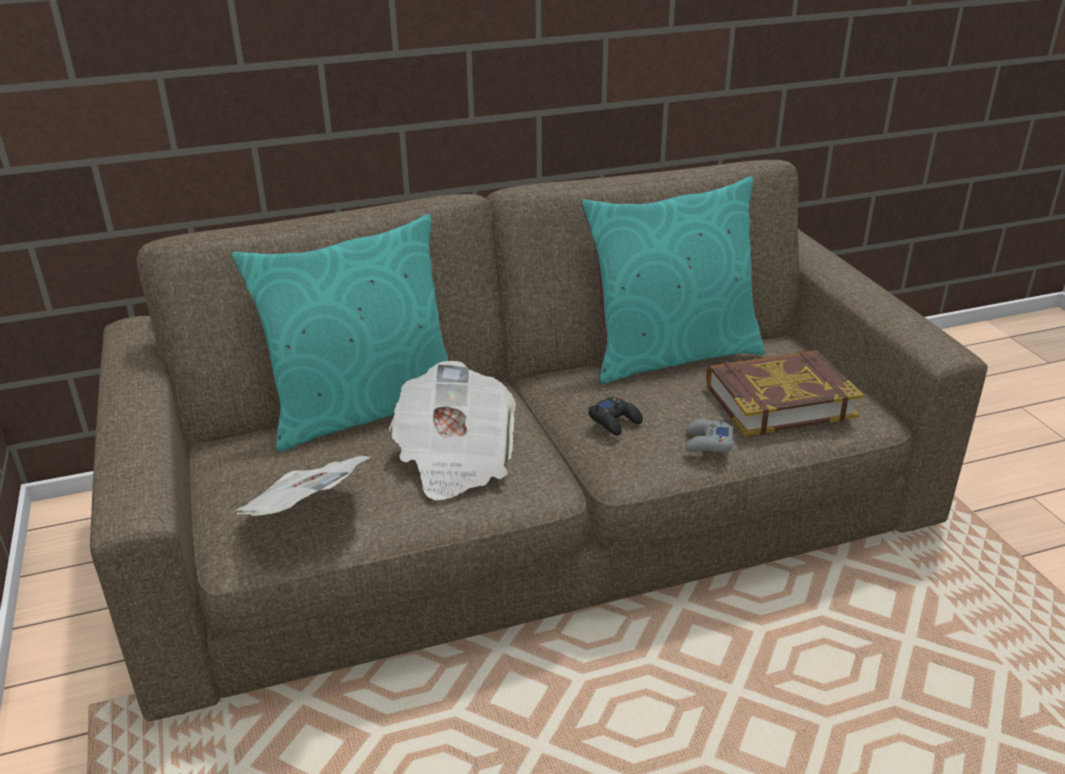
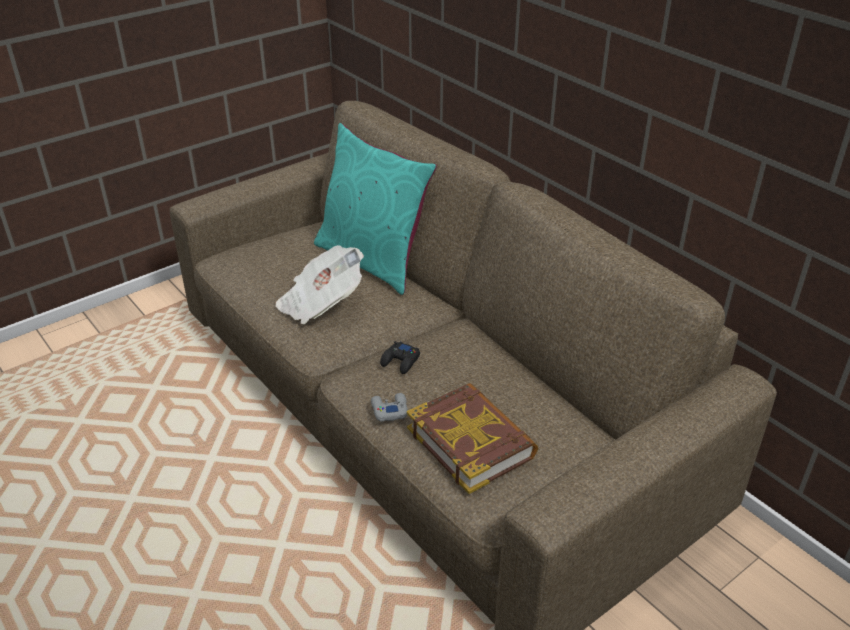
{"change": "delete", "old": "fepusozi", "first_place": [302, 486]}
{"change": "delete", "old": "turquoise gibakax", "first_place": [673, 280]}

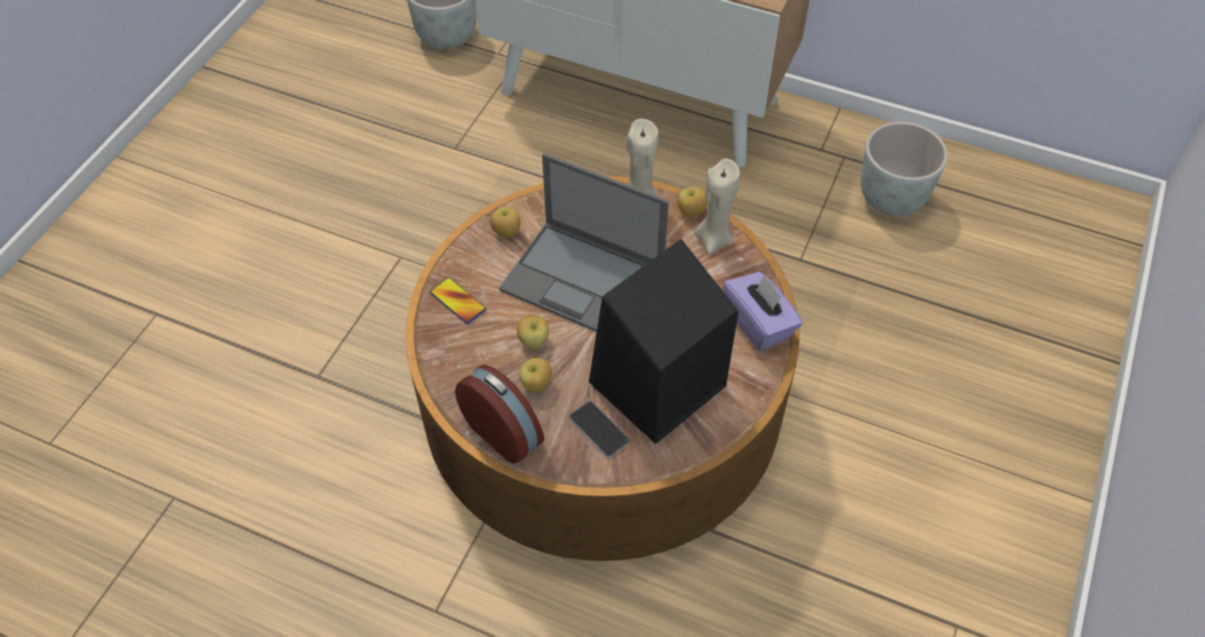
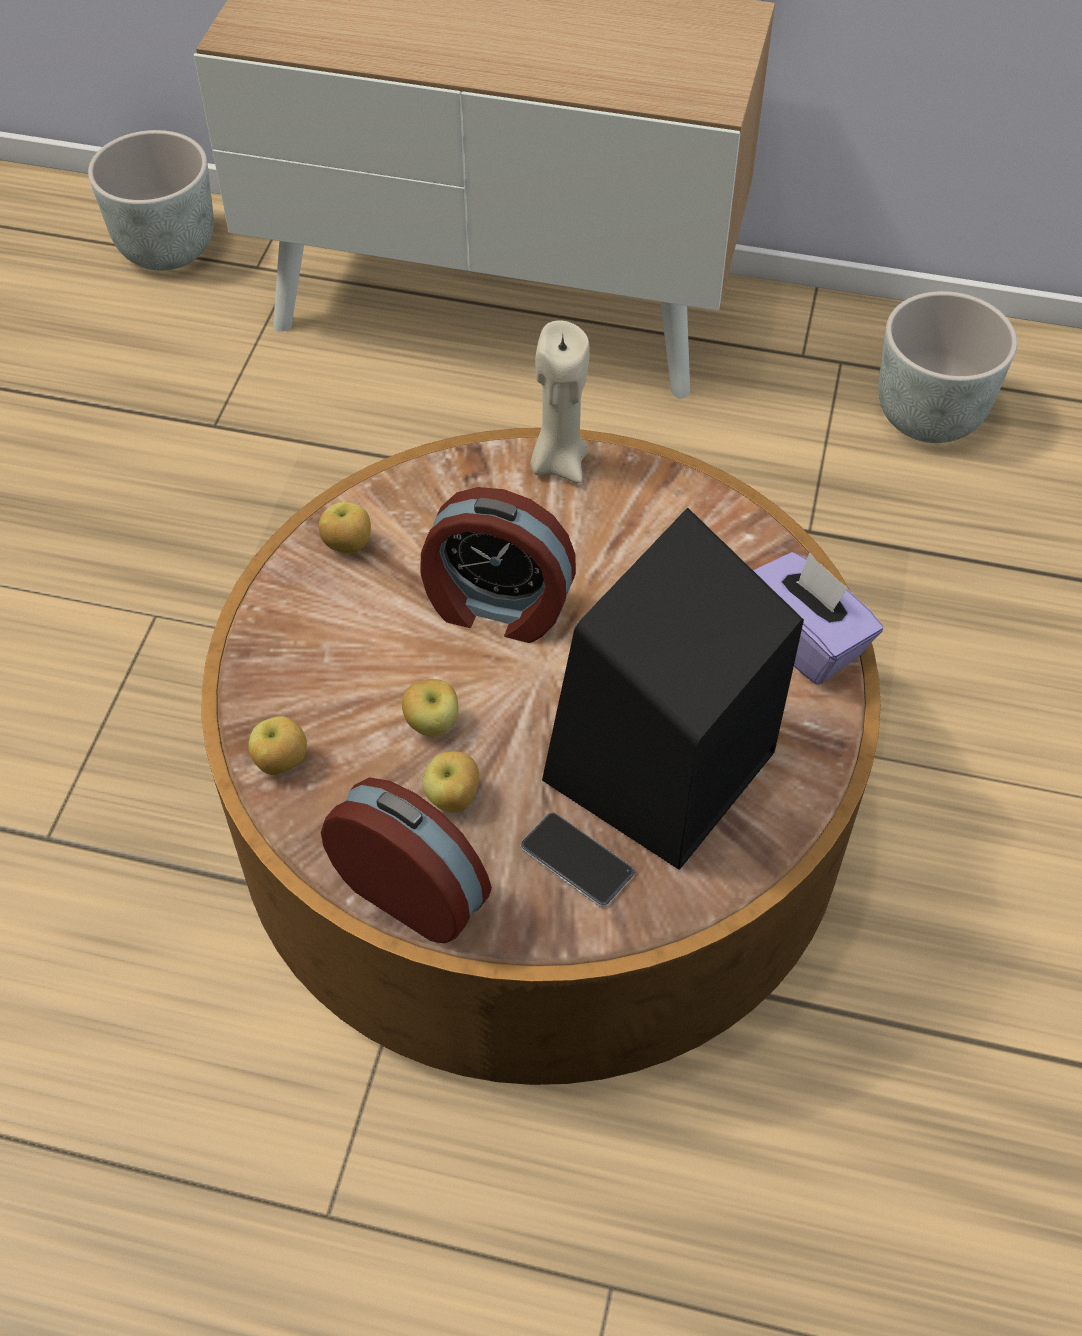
{"change": "delete", "old": "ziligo", "first_place": [458, 300]}
{"change": "replace", "old": "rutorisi", "new": "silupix", "first_place": [584, 242], "second_place": [498, 565]}
{"change": "move", "old": "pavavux", "first_place": [693, 202], "second_place": [277, 745]}
{"change": "delete", "old": "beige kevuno", "first_place": [717, 206]}

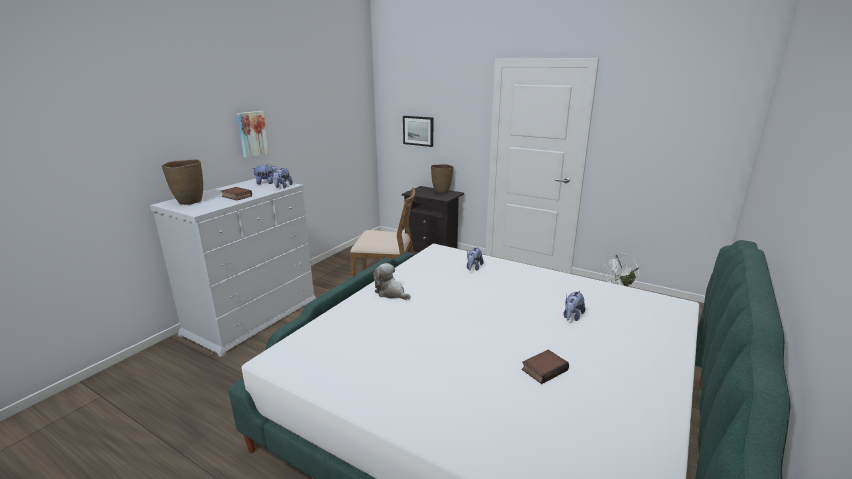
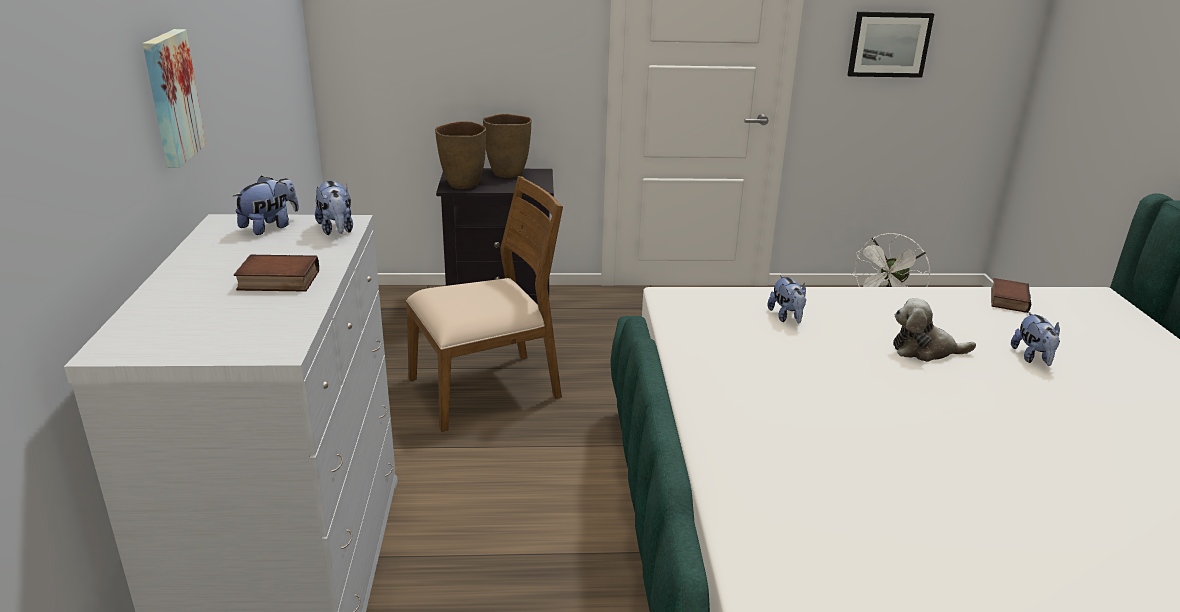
{"change": "move", "old": "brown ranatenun", "first_place": [182, 182], "second_place": [460, 155]}
{"change": "move", "old": "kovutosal", "first_place": [392, 281], "second_place": [934, 330]}
{"change": "move", "old": "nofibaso", "first_place": [418, 131], "second_place": [891, 45]}
{"change": "move", "old": "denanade", "first_place": [545, 367], "second_place": [1011, 295]}

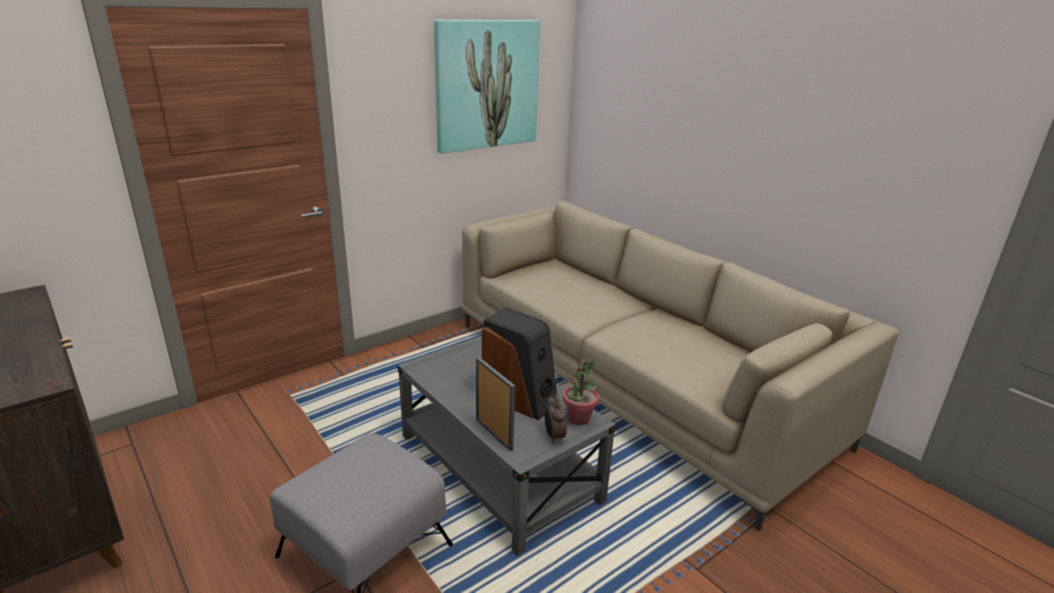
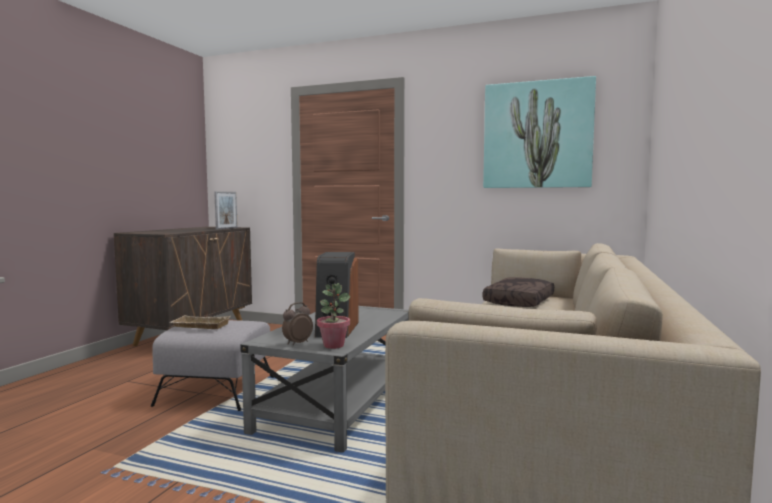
{"change": "move", "old": "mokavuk", "first_place": [495, 404], "second_place": [226, 210]}
{"change": "insert", "new": "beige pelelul", "second_place": [200, 322]}
{"change": "insert", "new": "brown gibakax", "second_place": [518, 292]}

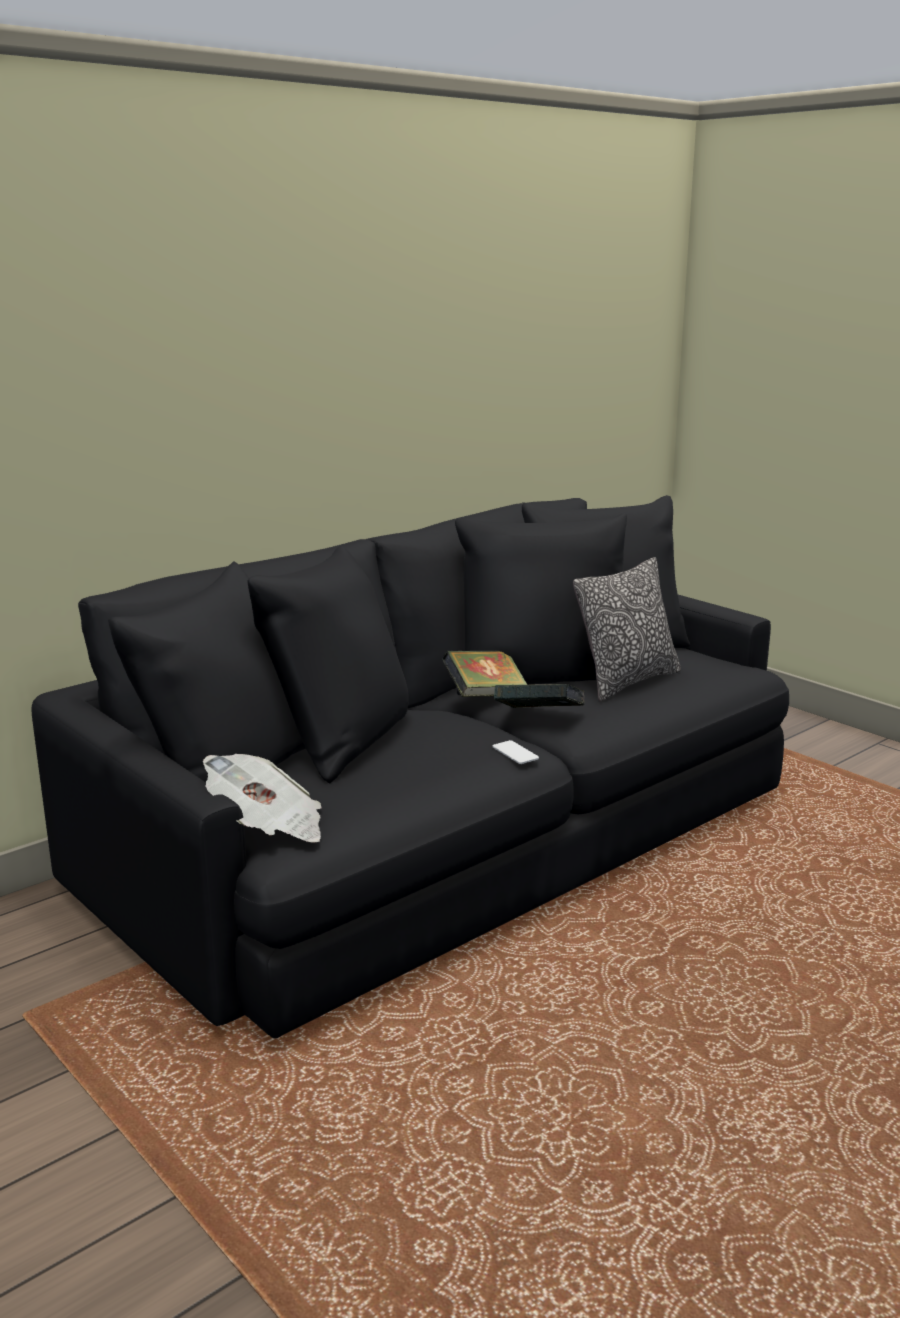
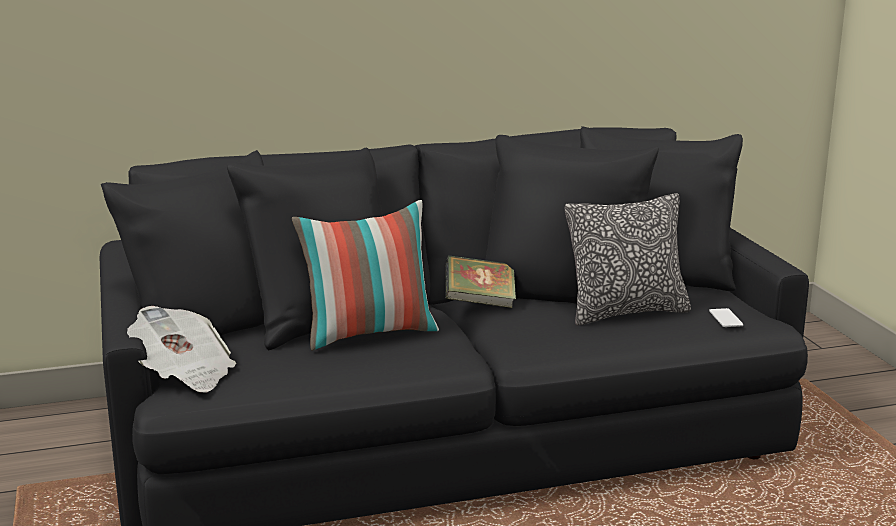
{"change": "move", "old": "ziligo", "first_place": [515, 752], "second_place": [726, 317]}
{"change": "delete", "old": "denanade", "first_place": [539, 696]}
{"change": "insert", "new": "gibakax", "second_place": [365, 275]}

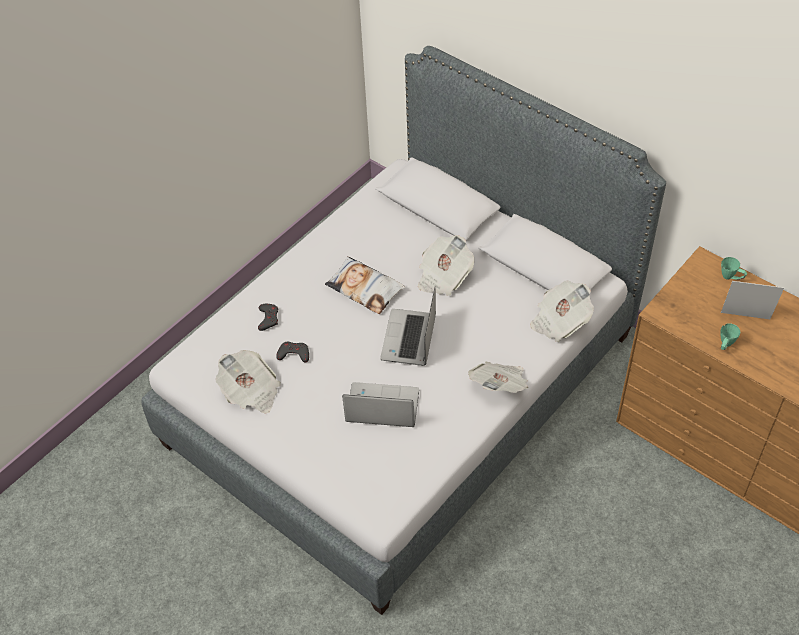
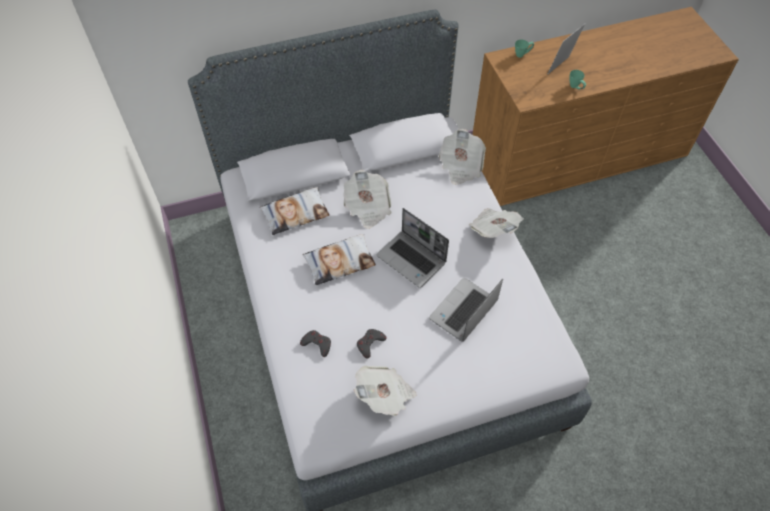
{"change": "insert", "new": "gibakax", "second_place": [295, 211]}

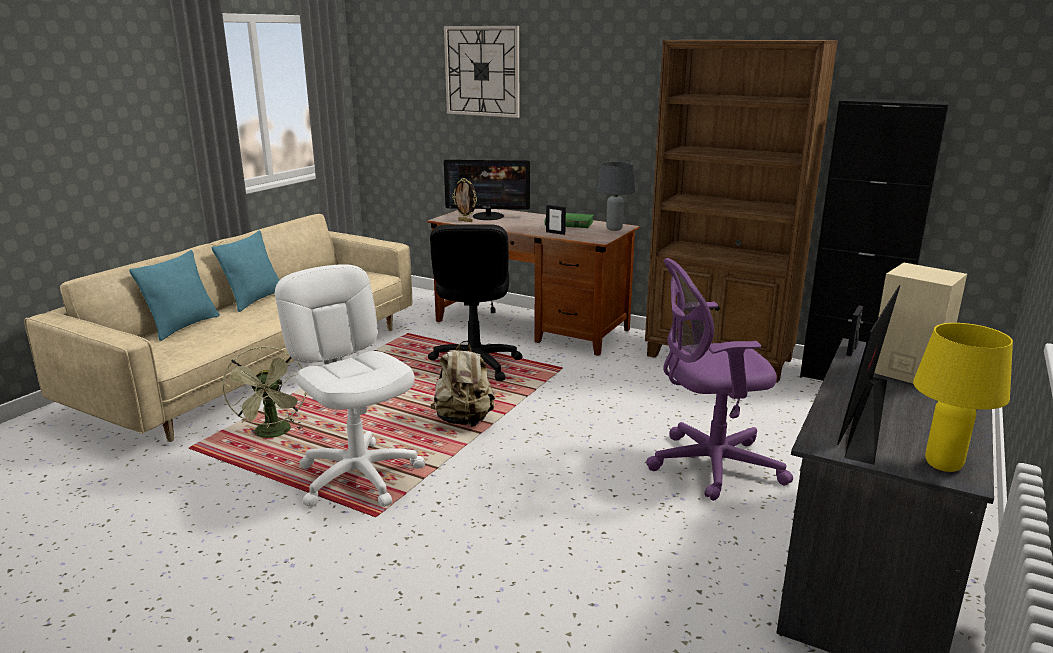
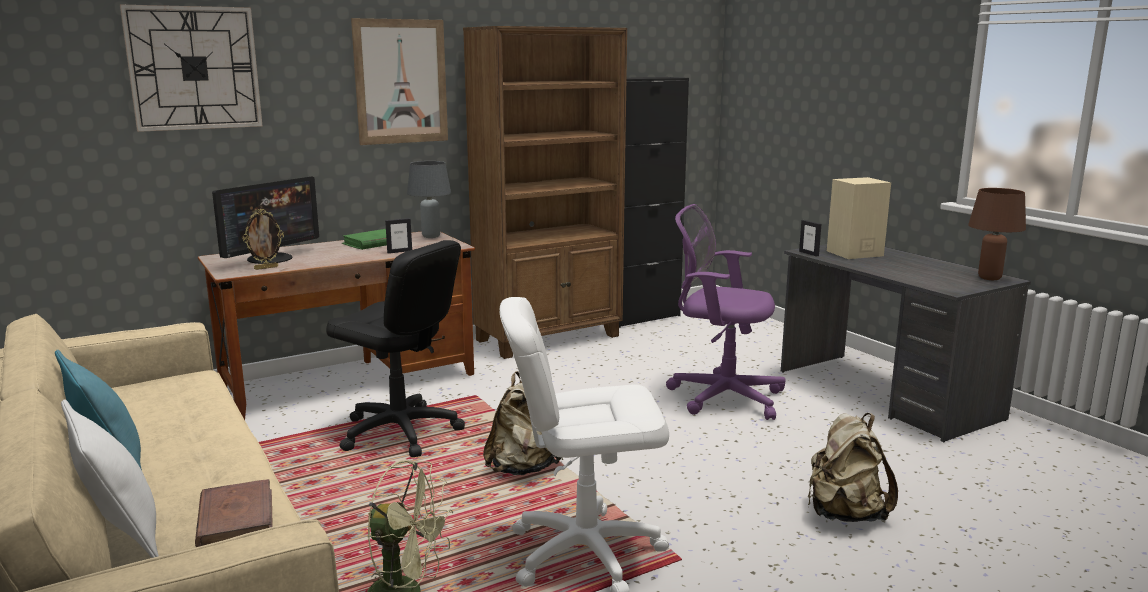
{"change": "recolor", "old": "turquoise gibakax", "new": "white gibakax", "first_place": [174, 295], "second_place": [110, 478]}
{"change": "rotate", "old": "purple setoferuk", "first_place": [719, 379], "second_place": [726, 312], "degrees": 90}
{"change": "delete", "old": "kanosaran", "first_place": [868, 375]}
{"change": "recolor", "old": "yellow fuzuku", "new": "brown fuzuku", "first_place": [963, 397], "second_place": [997, 234]}
{"change": "insert", "new": "brown denanade", "second_place": [234, 513]}
{"change": "insert", "new": "nofibaso", "second_place": [399, 81]}
{"change": "insert", "new": "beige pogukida", "second_place": [853, 467]}

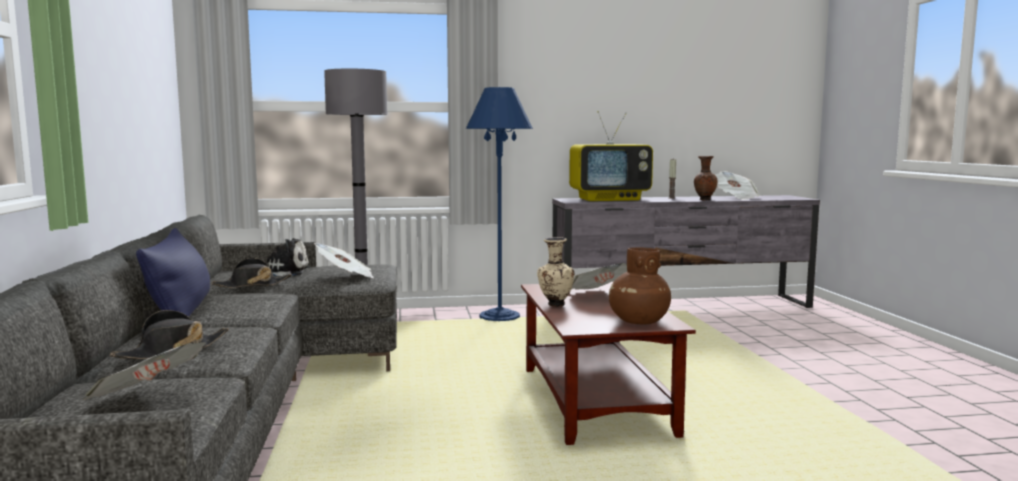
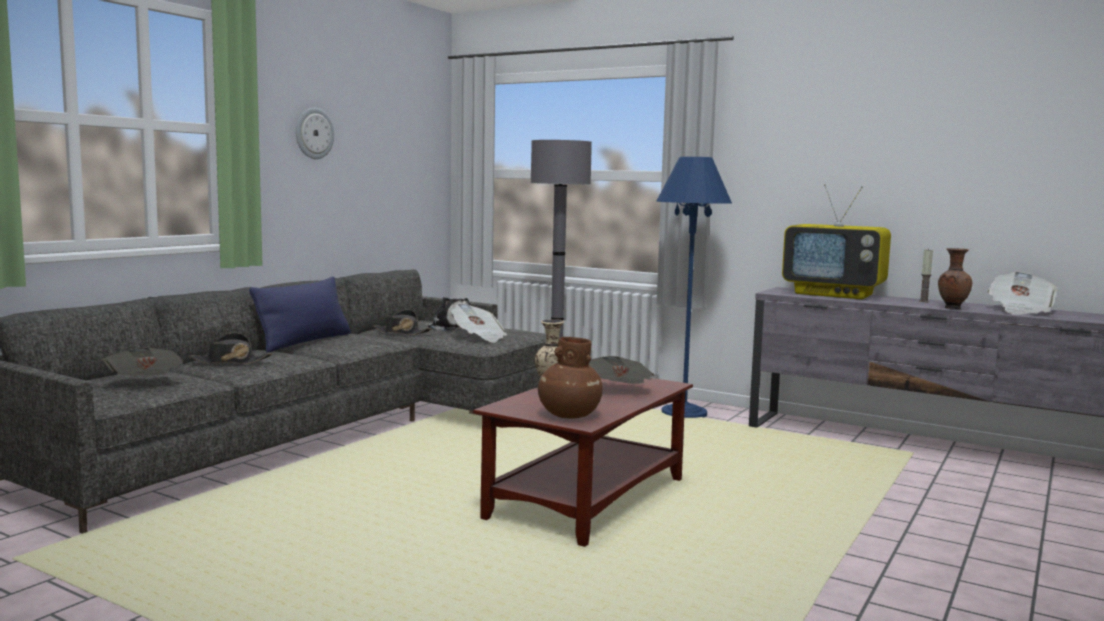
{"change": "insert", "new": "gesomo", "second_place": [315, 133]}

